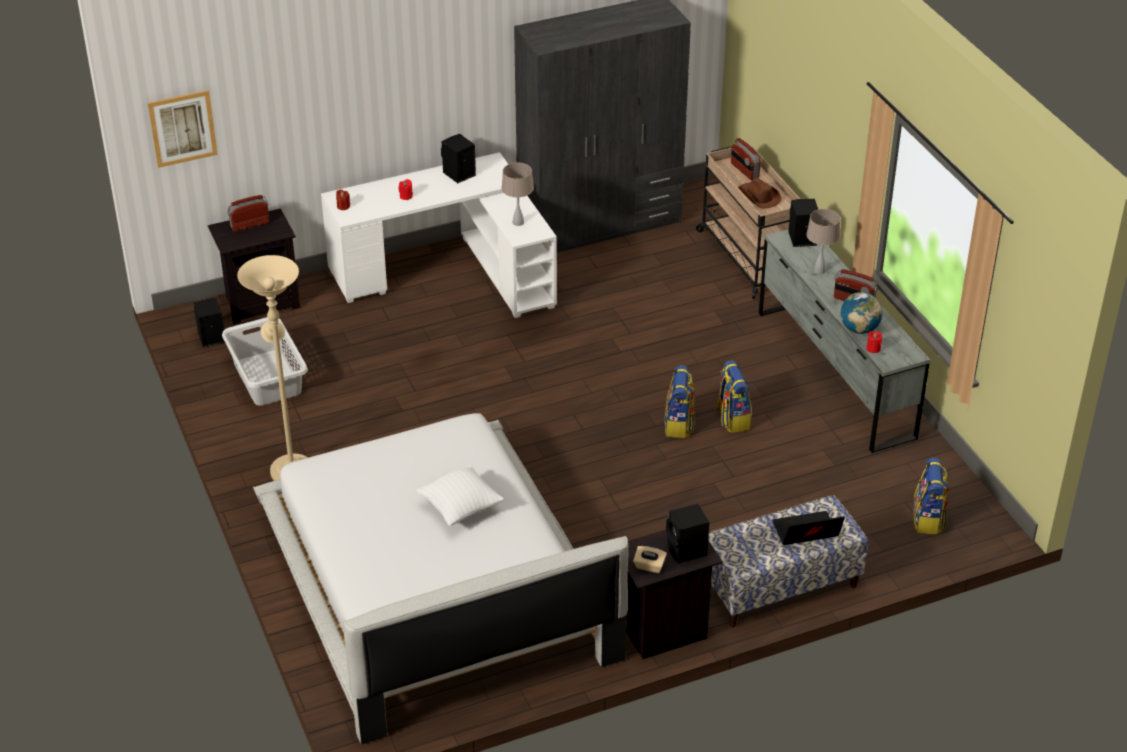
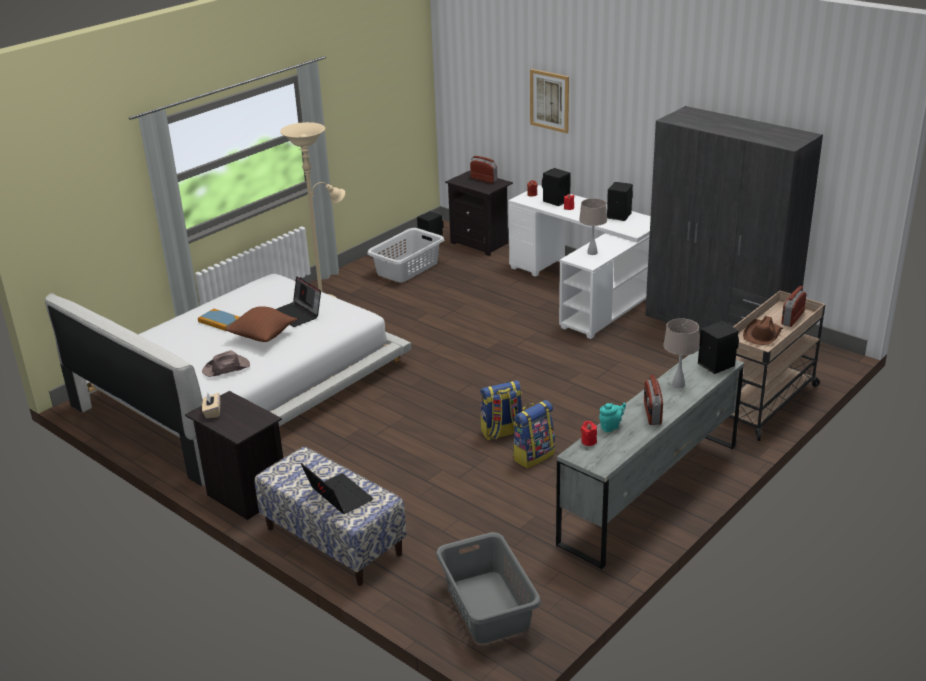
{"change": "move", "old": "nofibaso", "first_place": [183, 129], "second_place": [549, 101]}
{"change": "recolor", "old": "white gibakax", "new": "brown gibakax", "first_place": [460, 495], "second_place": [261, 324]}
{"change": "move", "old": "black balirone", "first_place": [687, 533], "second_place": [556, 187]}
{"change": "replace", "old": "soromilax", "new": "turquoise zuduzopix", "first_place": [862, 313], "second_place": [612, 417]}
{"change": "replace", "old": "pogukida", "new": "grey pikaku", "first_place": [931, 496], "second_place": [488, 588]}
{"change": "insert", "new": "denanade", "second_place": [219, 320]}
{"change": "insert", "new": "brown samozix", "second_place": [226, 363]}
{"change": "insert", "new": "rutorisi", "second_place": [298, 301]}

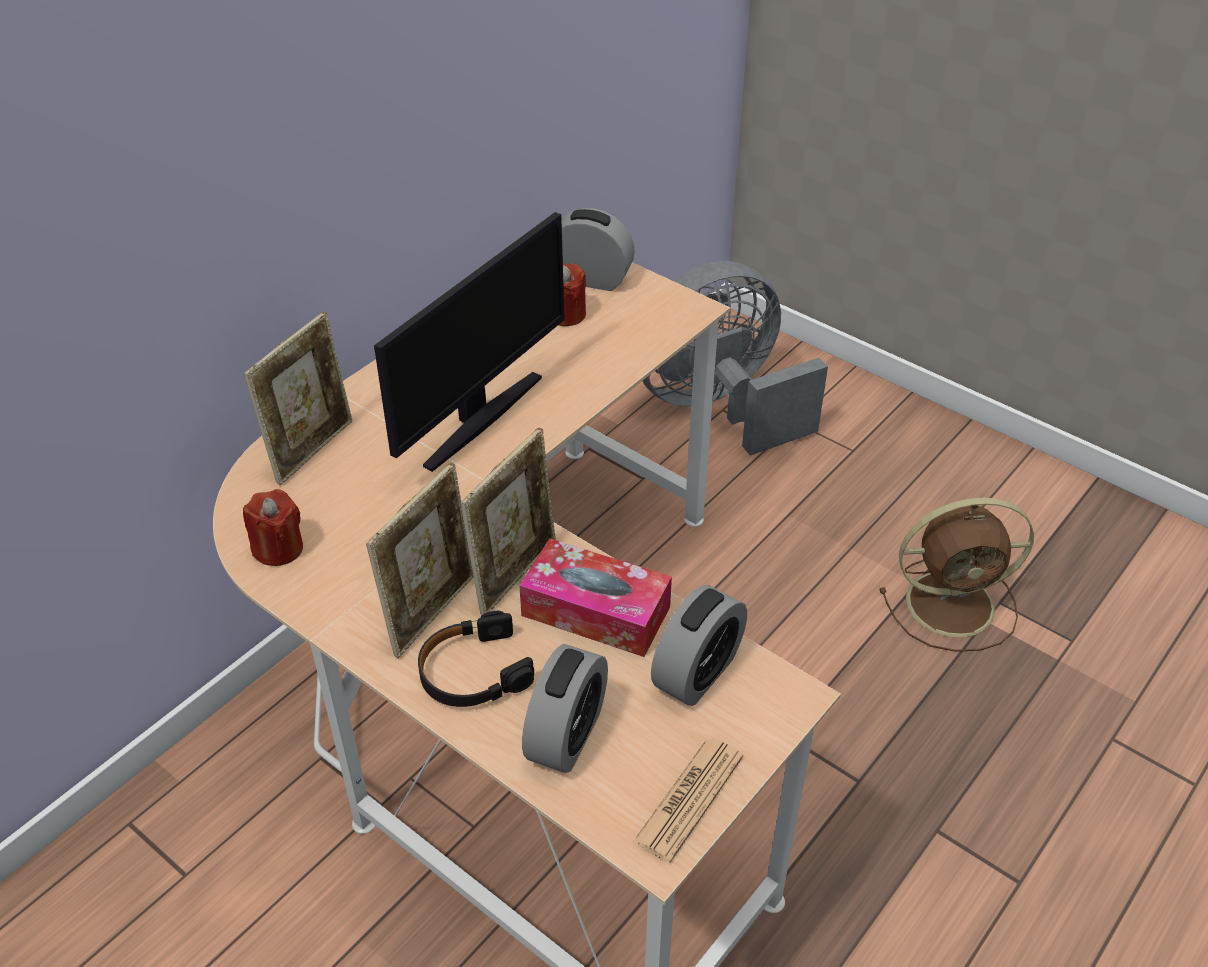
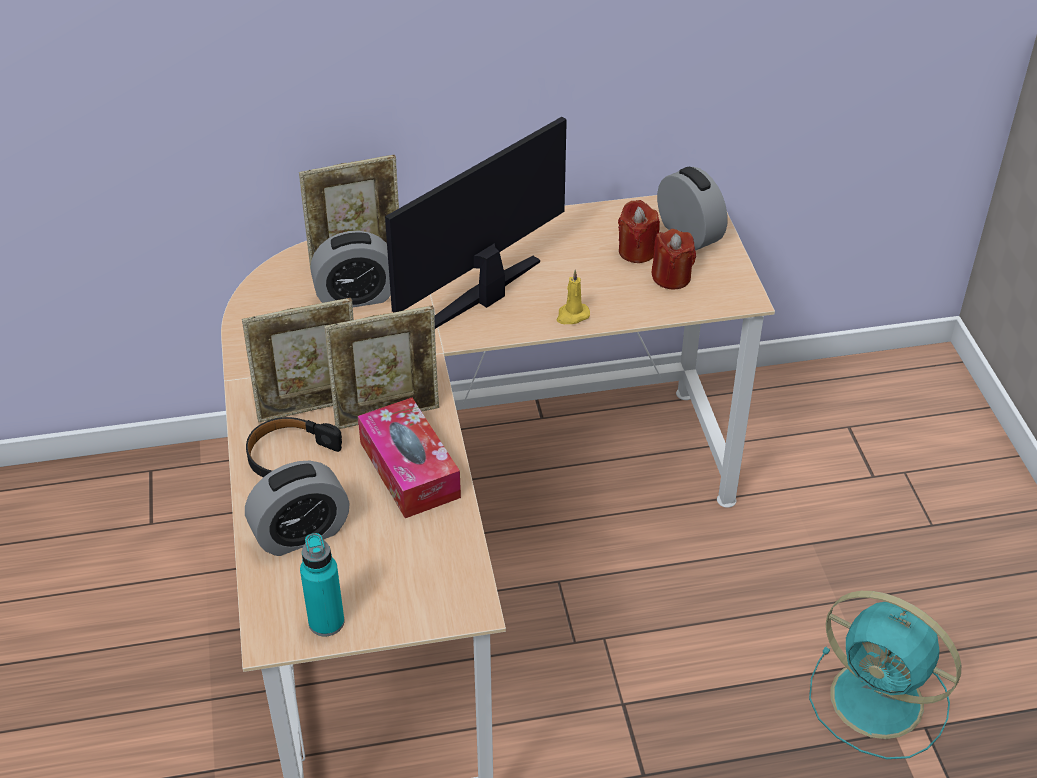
{"change": "move", "old": "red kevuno", "first_place": [273, 527], "second_place": [673, 259]}
{"change": "rotate", "old": "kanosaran", "first_place": [469, 342], "second_place": [476, 223], "degrees": 150}
{"change": "replace", "old": "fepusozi", "new": "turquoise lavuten", "first_place": [687, 801], "second_place": [322, 584]}
{"change": "delete", "old": "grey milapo", "first_place": [735, 358]}
{"change": "move", "old": "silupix", "first_place": [699, 645], "second_place": [351, 269]}
{"change": "recolor", "old": "brown milapo", "new": "turquoise milapo", "first_place": [957, 575], "second_place": [885, 675]}
{"change": "insert", "new": "yellow kevuno", "second_place": [573, 297]}

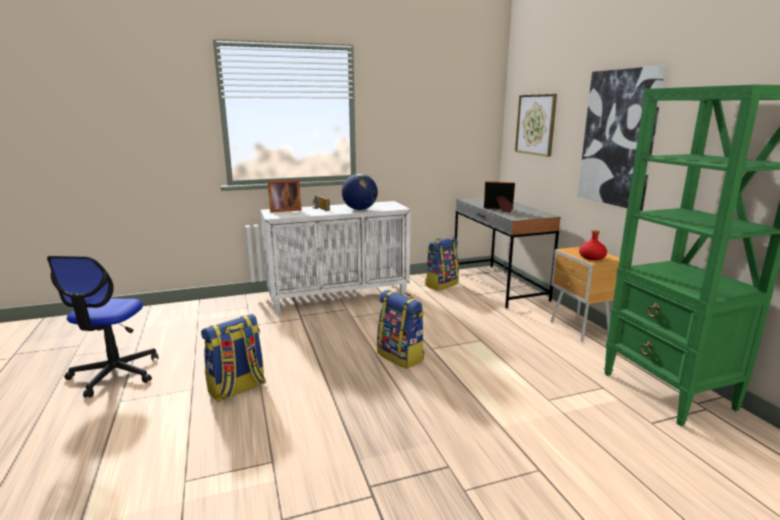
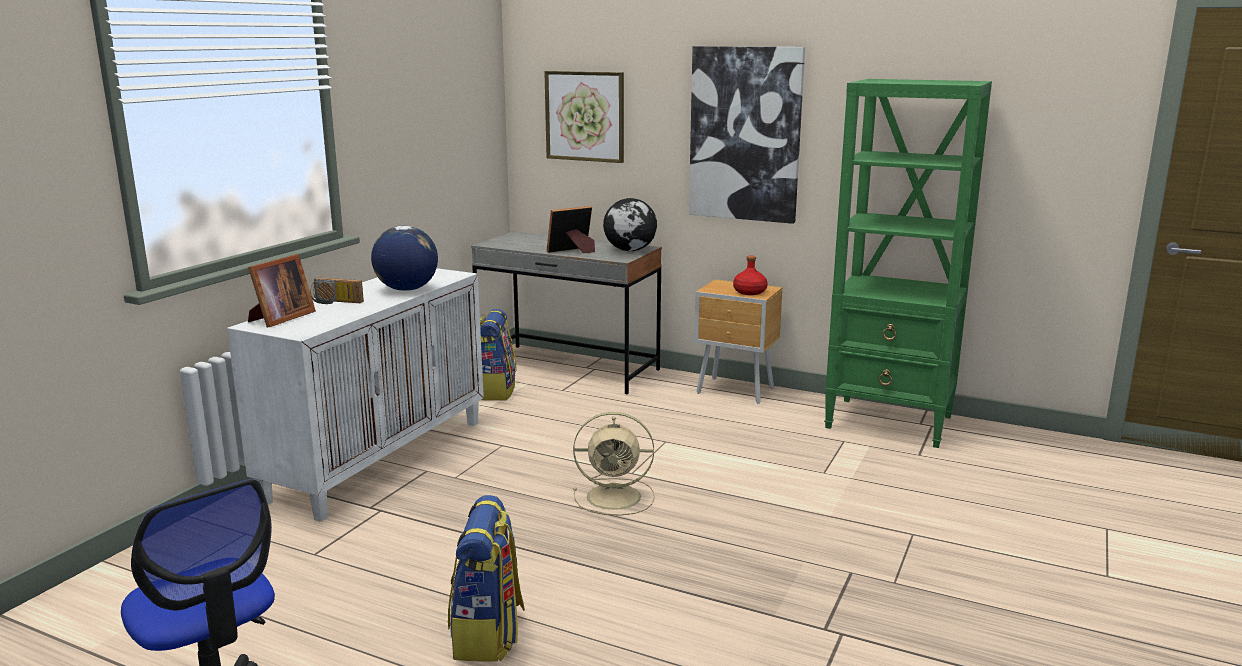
{"change": "replace", "old": "pogukida", "new": "beige milapo", "first_place": [400, 329], "second_place": [614, 464]}
{"change": "insert", "new": "soromilax", "second_place": [630, 224]}

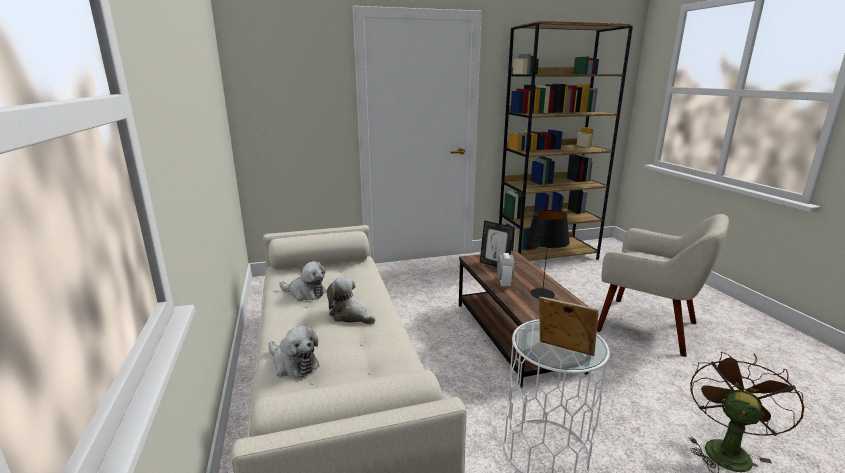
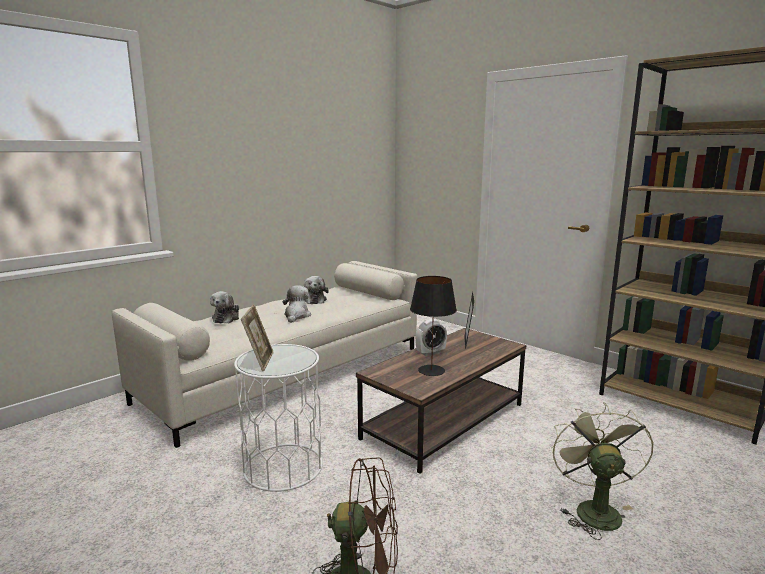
{"change": "replace", "old": "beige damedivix", "new": "green milapo", "first_place": [663, 285], "second_place": [603, 471]}

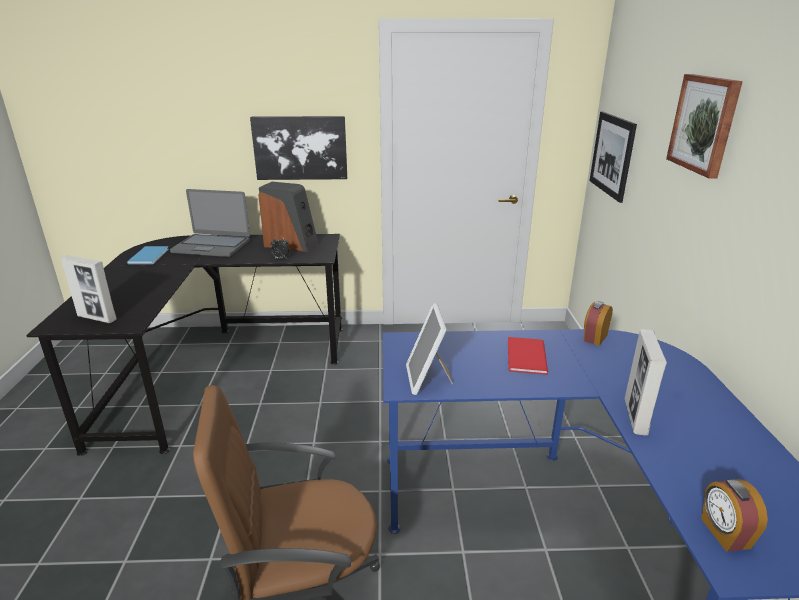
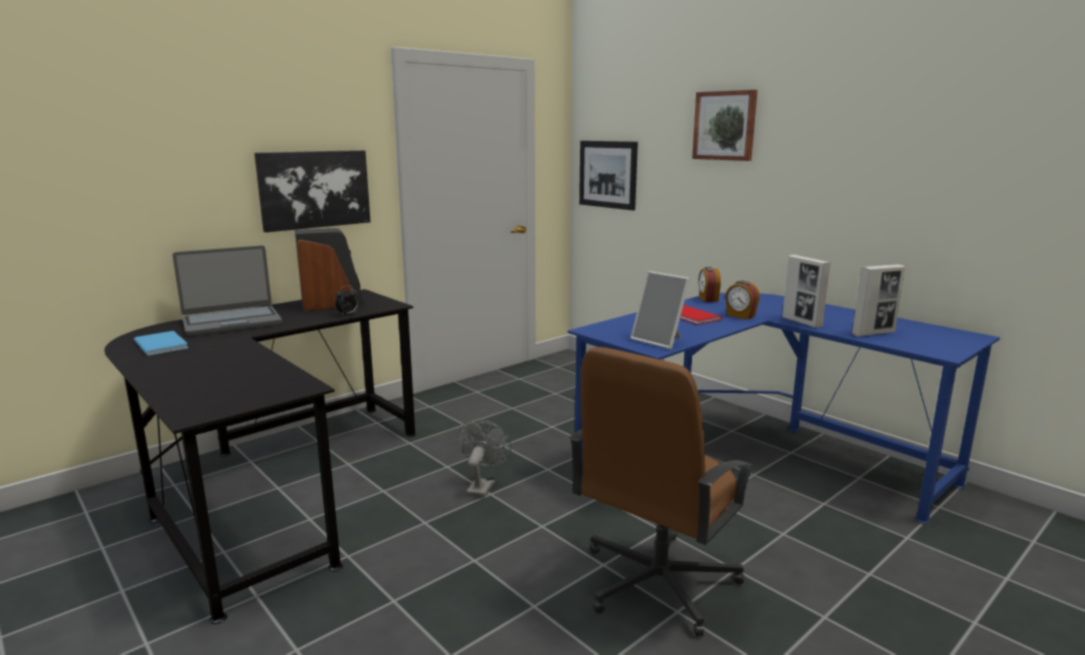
{"change": "move", "old": "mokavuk", "first_place": [89, 289], "second_place": [878, 300]}
{"change": "move", "old": "silupix", "first_place": [734, 515], "second_place": [742, 300]}
{"change": "insert", "new": "grey milapo", "second_place": [484, 459]}

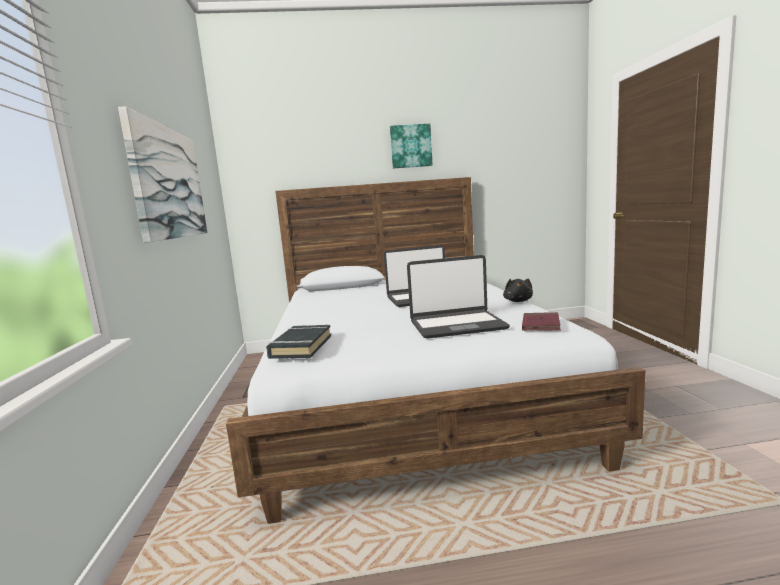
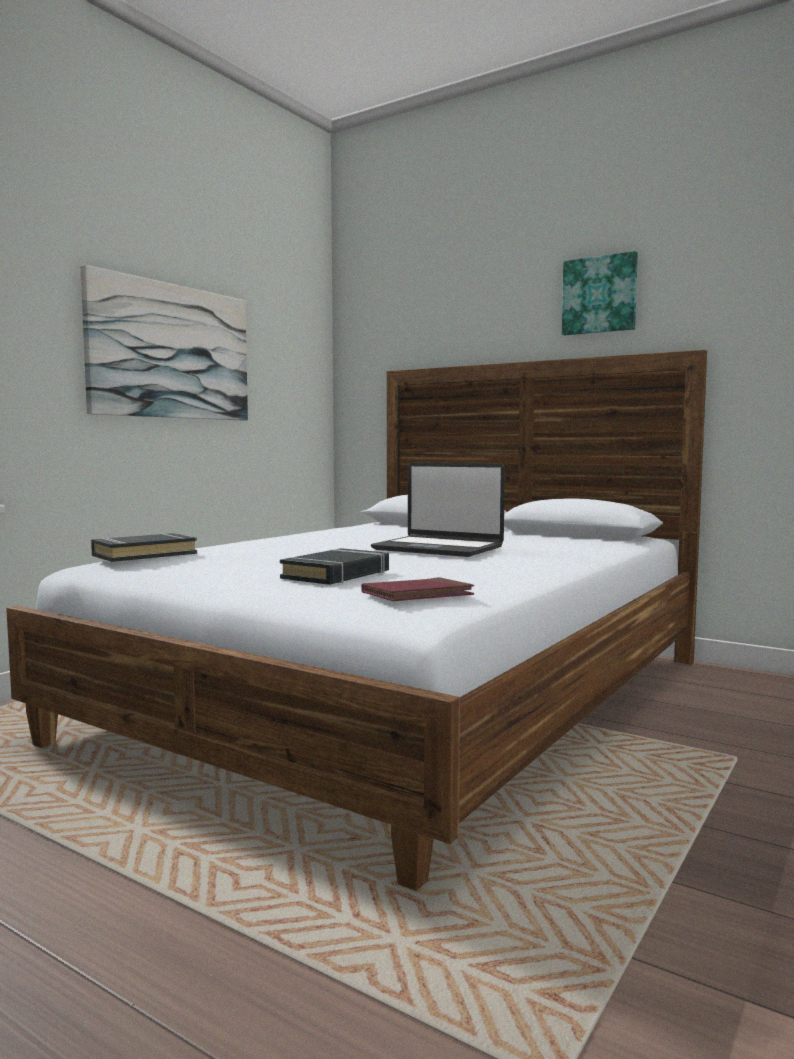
{"change": "replace", "old": "rutorisi", "new": "black denanade", "first_place": [458, 297], "second_place": [334, 566]}
{"change": "delete", "old": "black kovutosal", "first_place": [518, 290]}

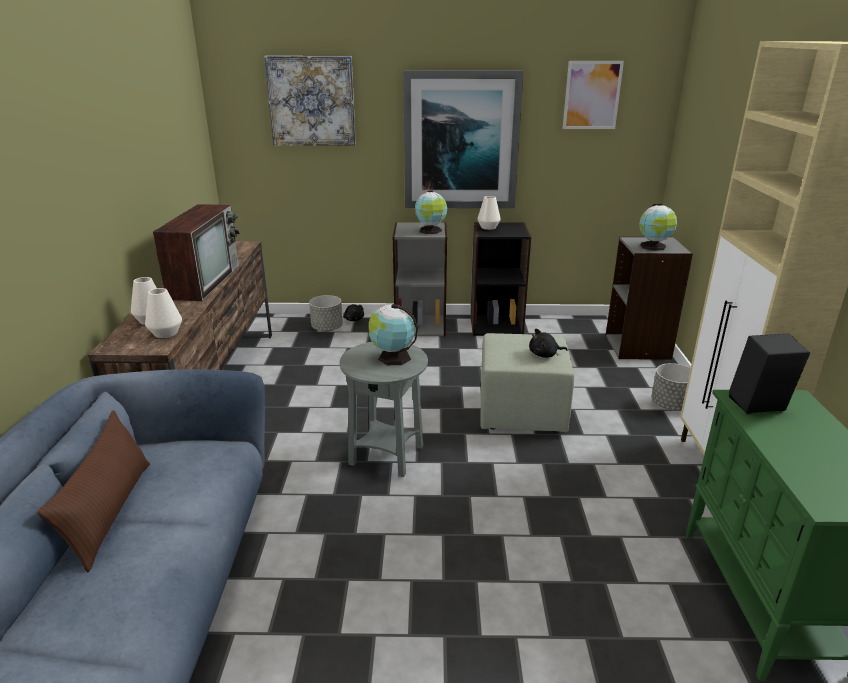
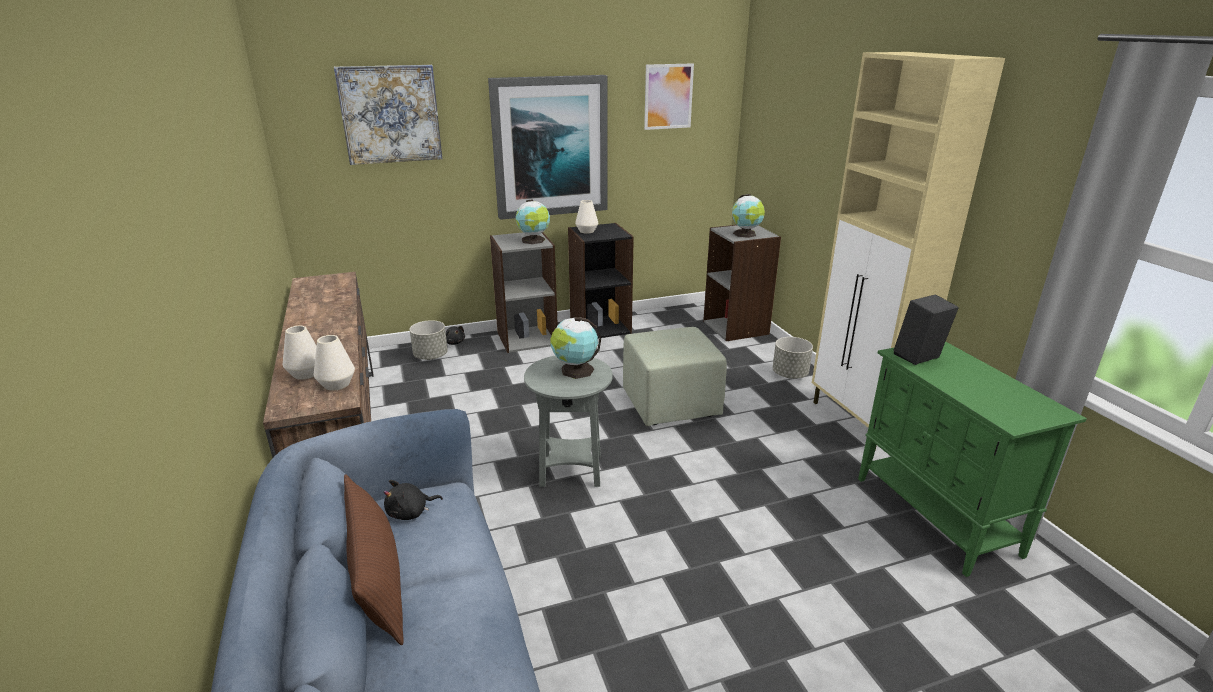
{"change": "delete", "old": "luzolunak", "first_place": [196, 252]}
{"change": "move", "old": "black kovutosal", "first_place": [548, 343], "second_place": [413, 500]}

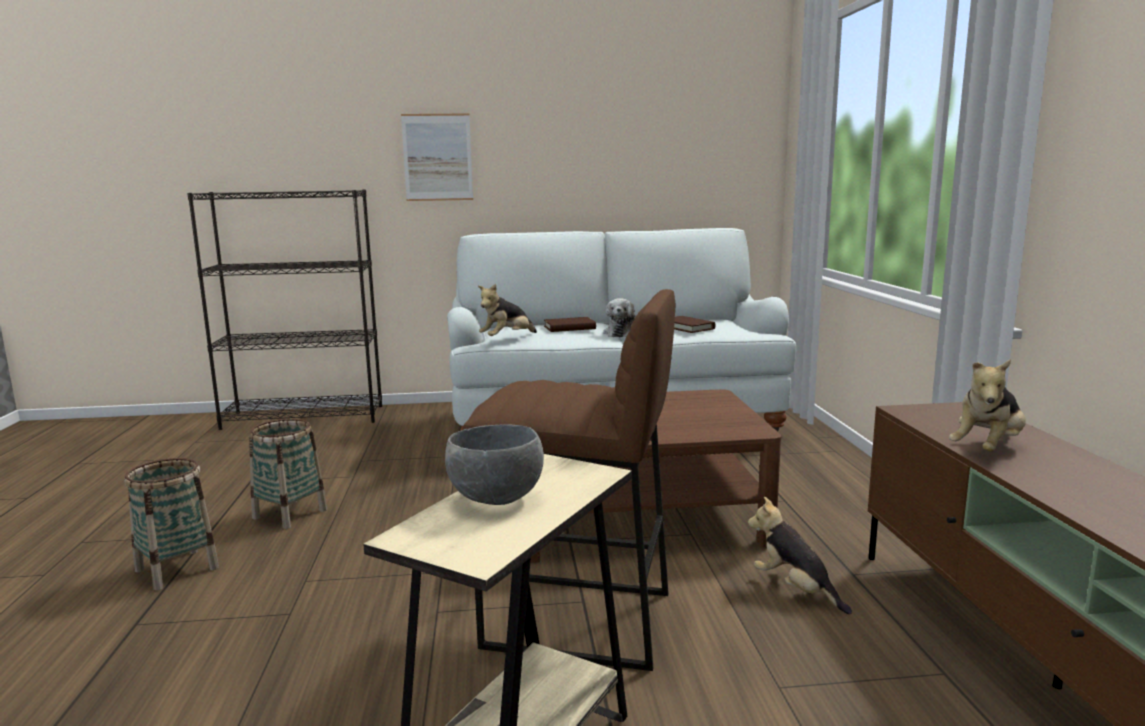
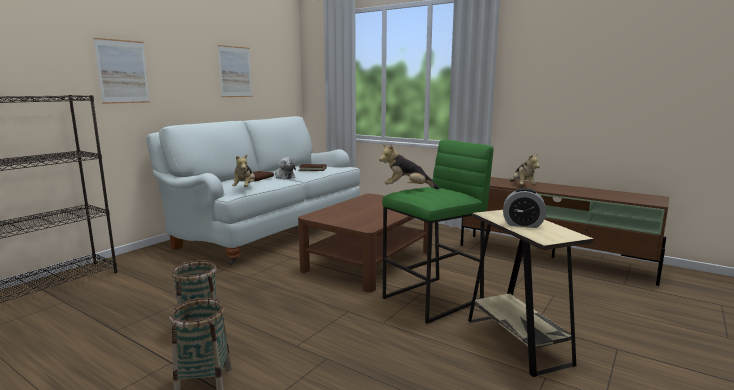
{"change": "replace", "old": "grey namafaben", "new": "silupix", "first_place": [494, 464], "second_place": [524, 208]}
{"change": "recolor", "old": "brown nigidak", "new": "green nigidak", "first_place": [568, 480], "second_place": [437, 232]}
{"change": "move", "old": "kovutosal", "first_place": [800, 555], "second_place": [409, 167]}
{"change": "insert", "new": "nofibaso", "second_place": [235, 71]}

